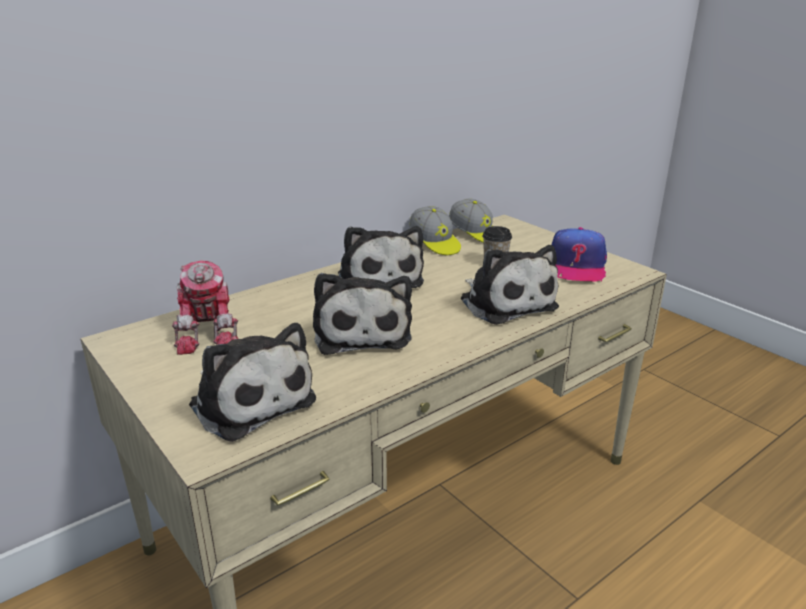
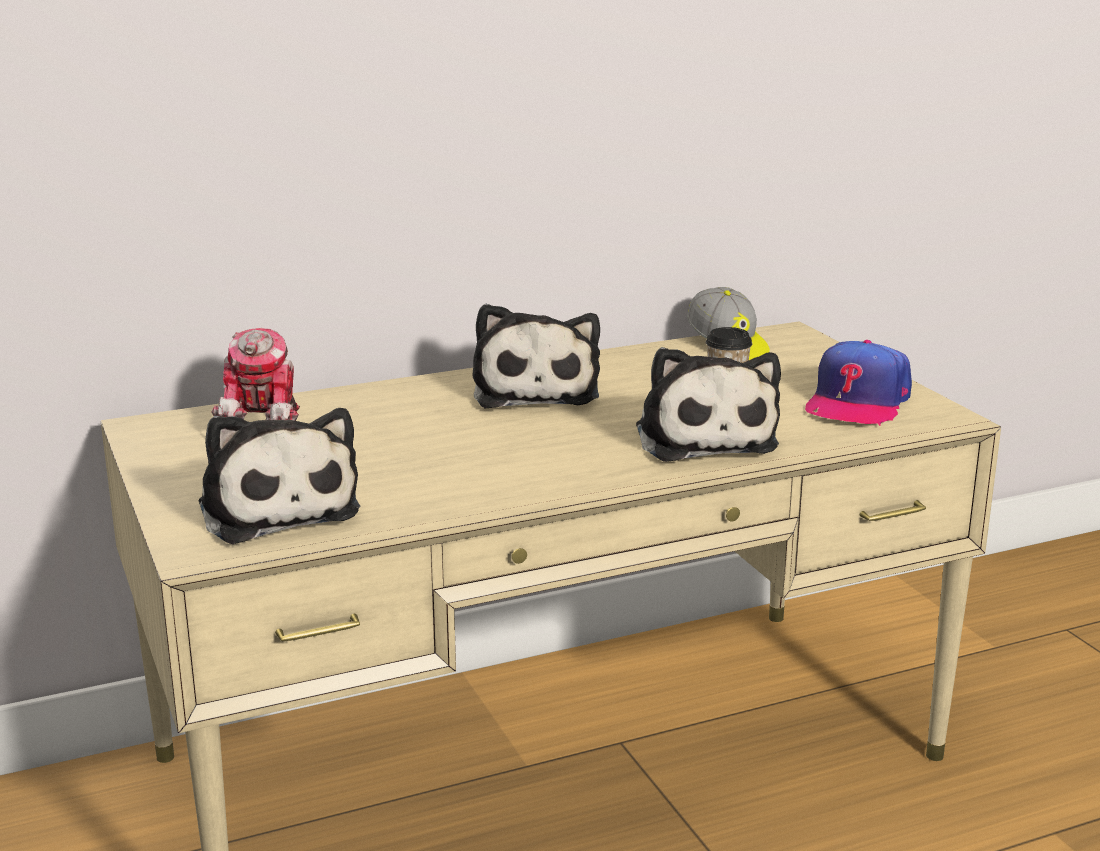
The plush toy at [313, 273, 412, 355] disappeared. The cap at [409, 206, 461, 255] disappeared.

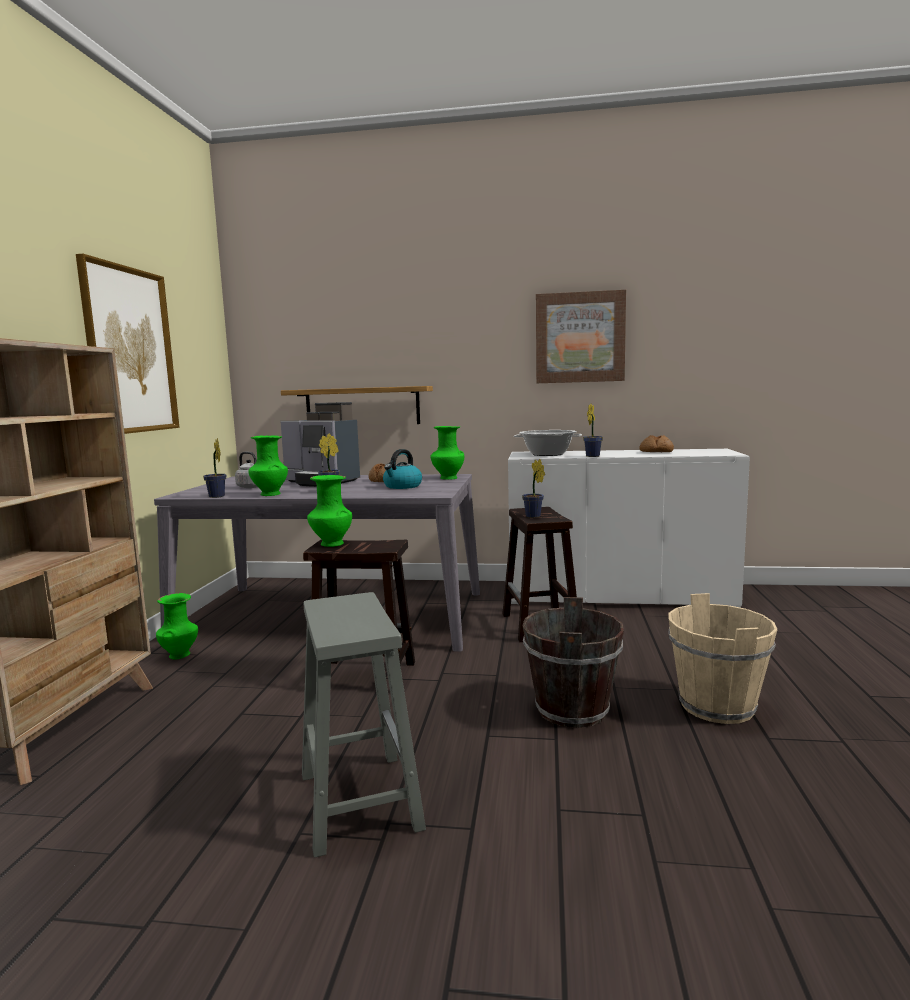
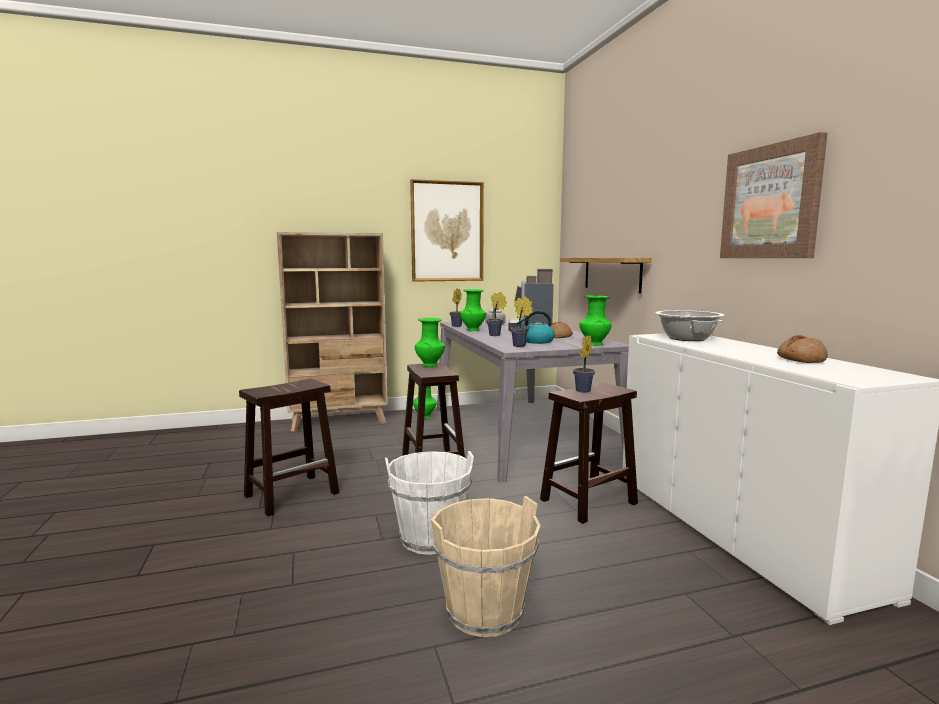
The potted plant moved from [583, 403, 603, 457] to [510, 296, 533, 347]. The grey stool at [302, 592, 426, 858] became the brown stool at [239, 379, 339, 516]. The brown bucket at [523, 597, 624, 728] became the white bucket at [385, 451, 474, 555].

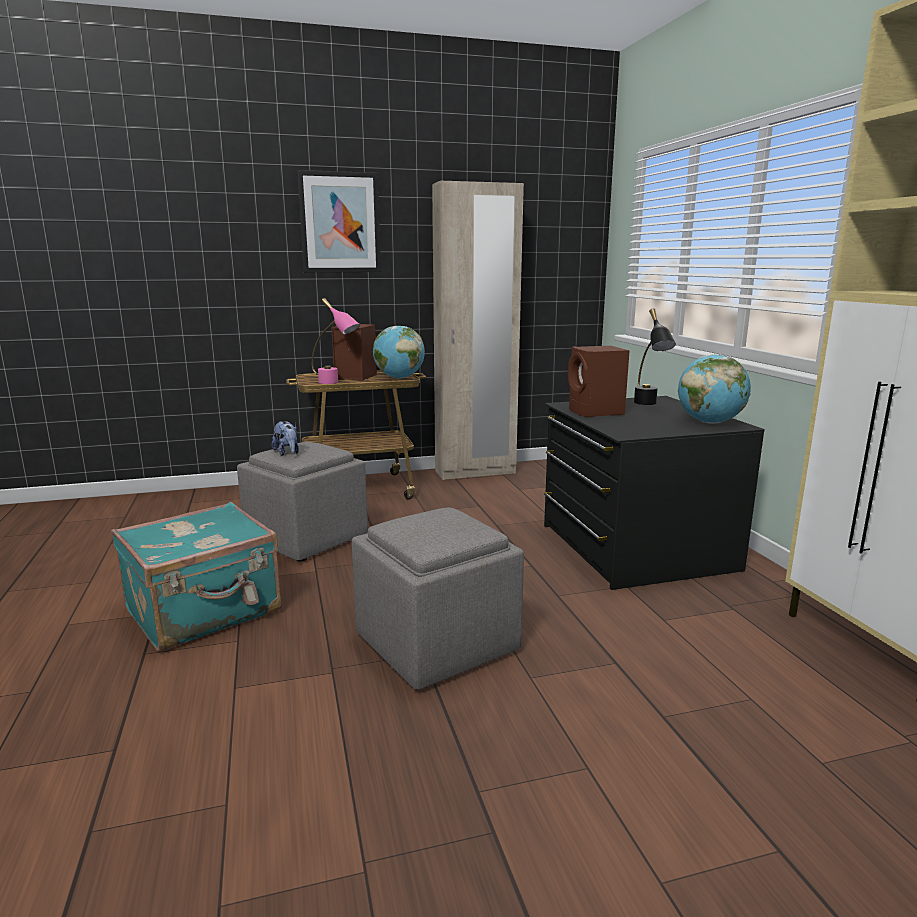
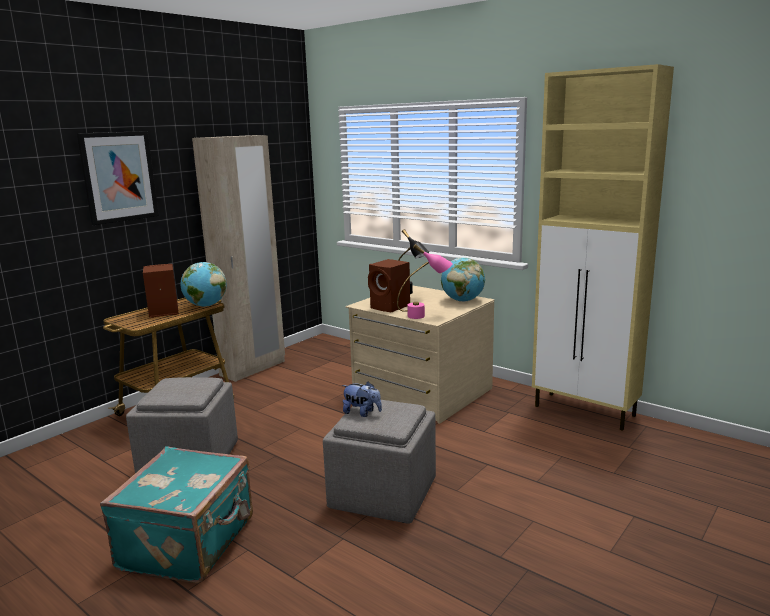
The plush toy moved from [272, 421, 299, 456] to [342, 382, 382, 417]. The pink table lamp moved from [312, 298, 360, 384] to [397, 244, 453, 319]. The black dresser at [544, 396, 765, 590] became the beige dresser at [346, 285, 495, 424].

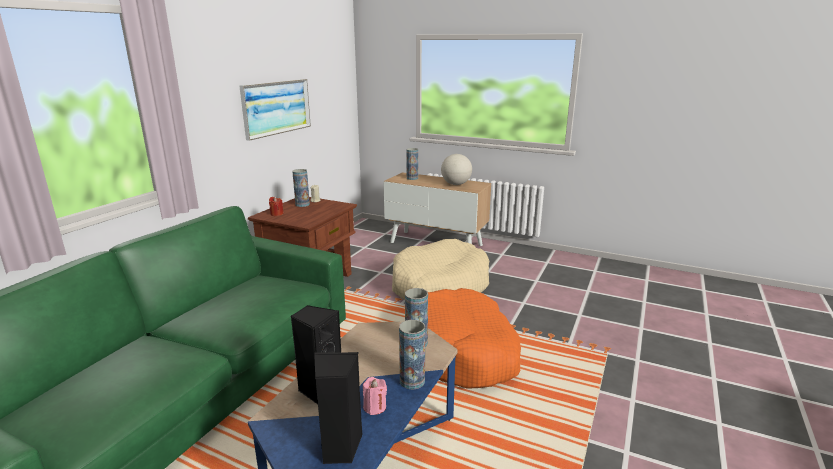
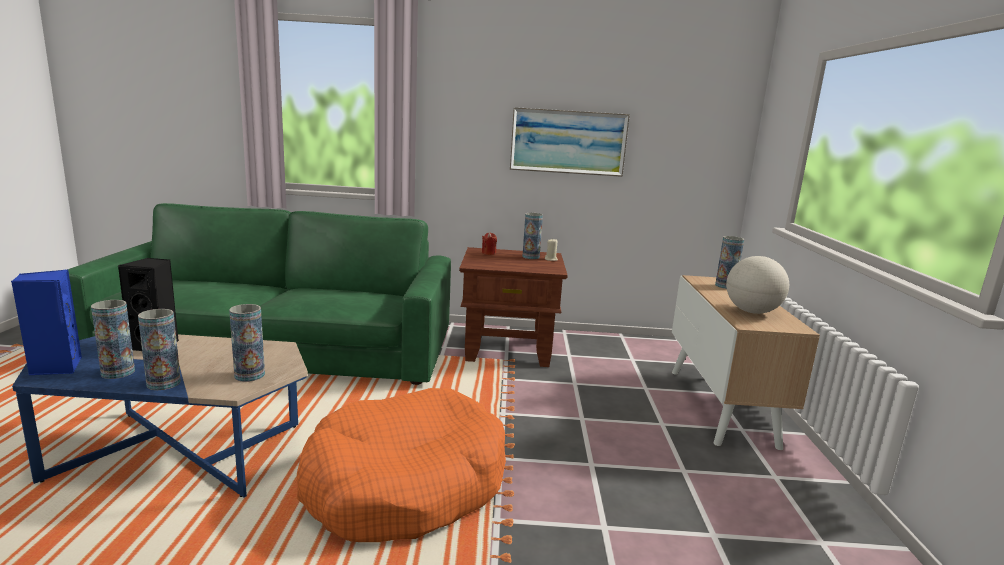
The beige dog bed at [392, 239, 489, 300] disappeared. The pink candle at [363, 377, 387, 415] was replaced by the vase at [91, 300, 135, 379]. The black speaker at [314, 352, 363, 464] became the blue speaker at [11, 270, 82, 375].

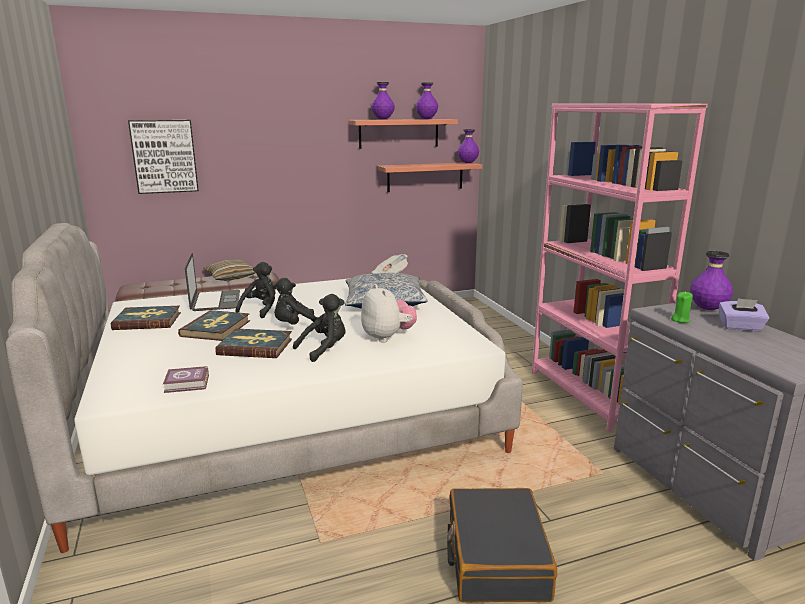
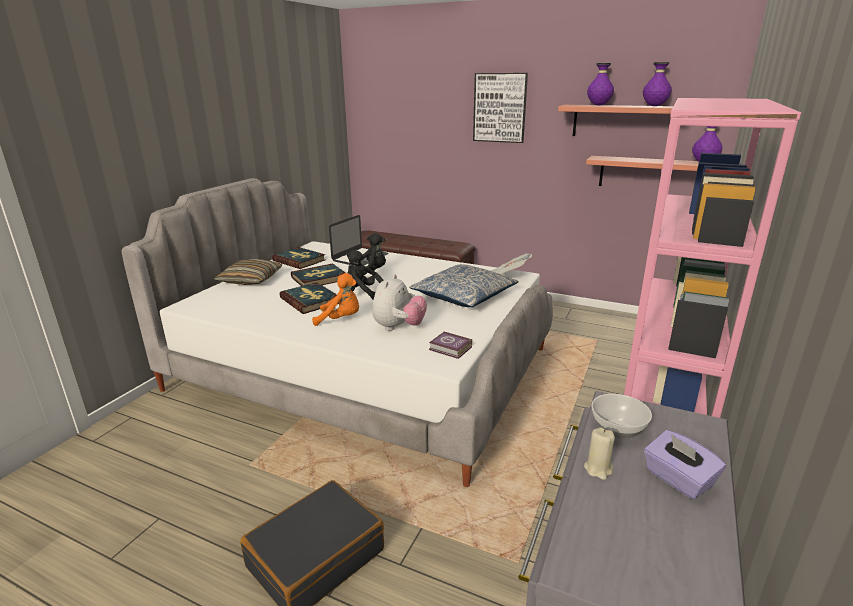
The purple vase at [690, 251, 733, 310] disappeared. The beige candle at [584, 427, 615, 480] appeared. The picture moved from [128, 120, 199, 194] to [473, 73, 528, 143]. The book moved from [163, 366, 209, 393] to [429, 331, 472, 359]. The pillow moved from [203, 260, 256, 280] to [214, 259, 283, 285]. The green candle at [671, 291, 693, 323] was replaced by the bowl at [591, 394, 652, 439]. The black plush toy at [293, 294, 346, 362] became the orange plush toy at [312, 273, 359, 326].

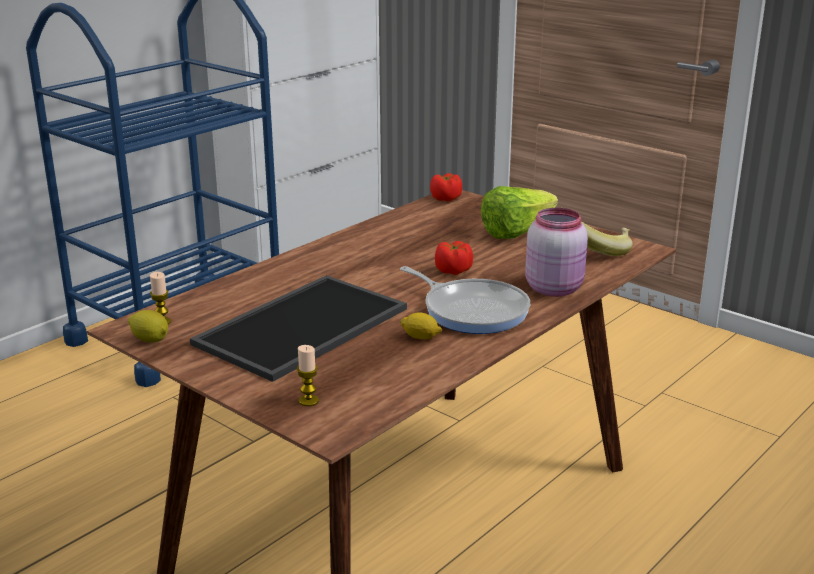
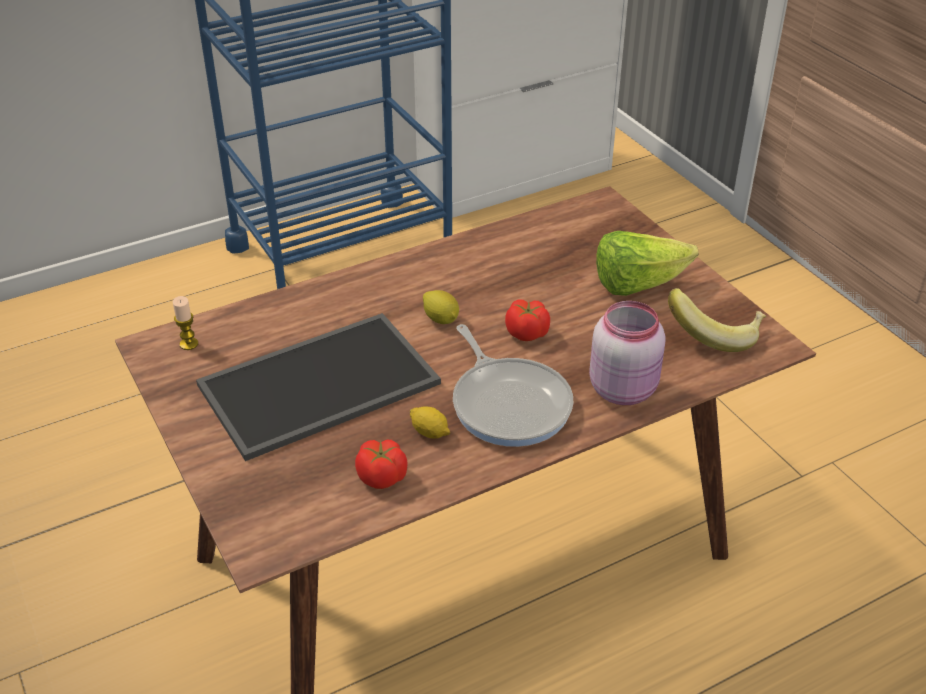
The candle at [297, 345, 319, 406] disappeared. The lemon moved from [128, 310, 168, 343] to [423, 290, 459, 324]. The tomato moved from [430, 173, 462, 201] to [355, 440, 407, 489].

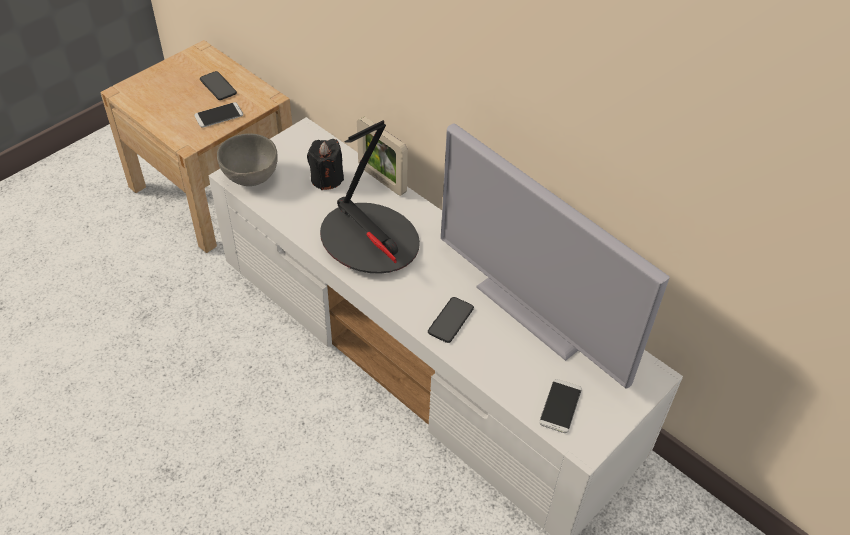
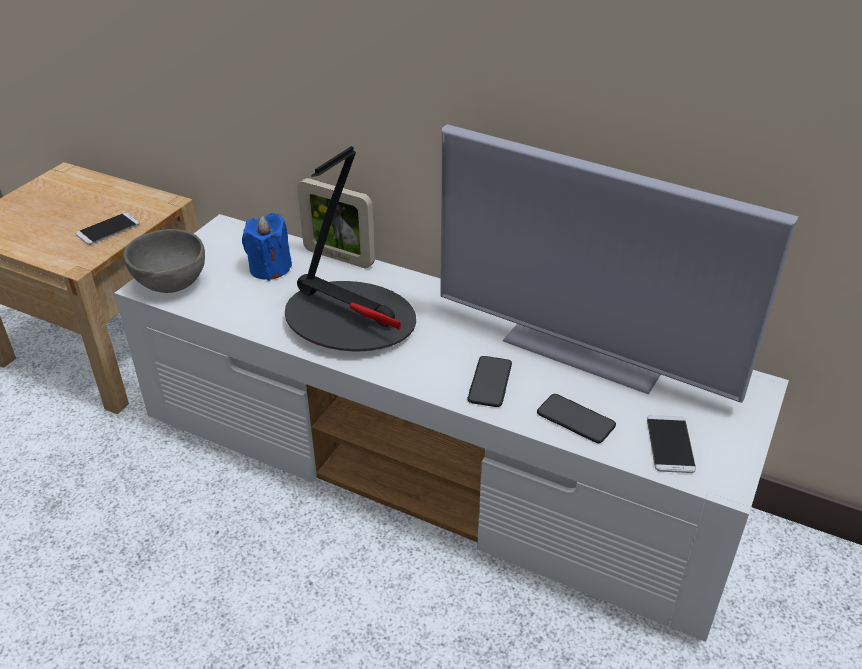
The phone moved from [200, 71, 237, 100] to [537, 394, 616, 443]. The black candle at [307, 139, 344, 190] became the blue candle at [242, 213, 292, 281].

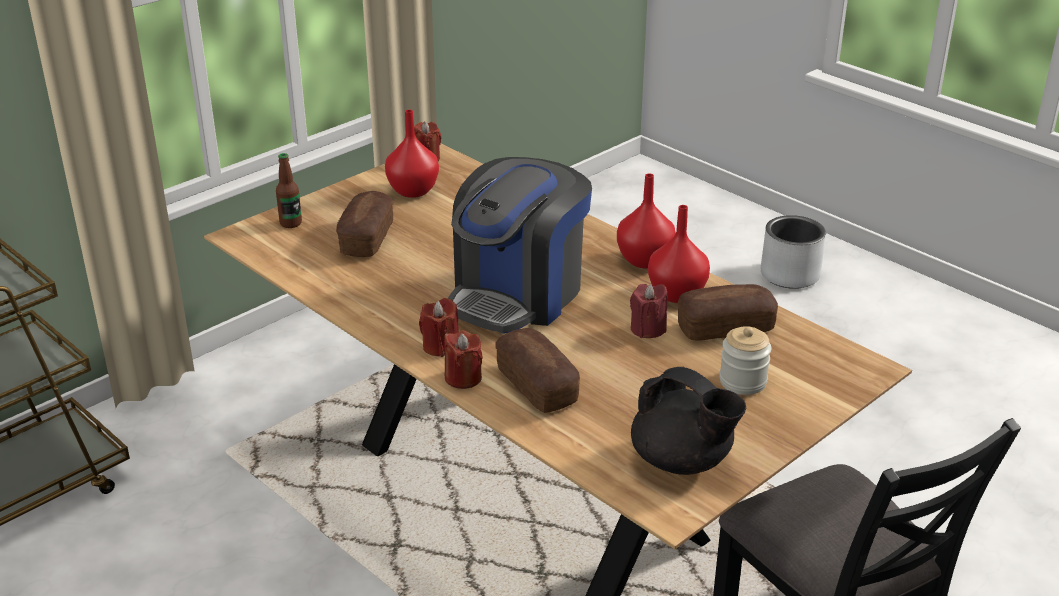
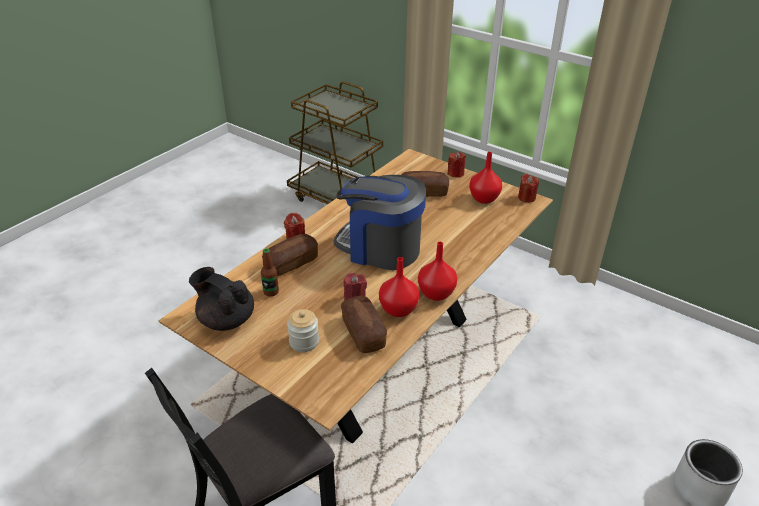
The bottle moved from [276, 153, 302, 228] to [261, 248, 279, 297]. The red candle moved from [419, 298, 458, 357] to [447, 151, 466, 178]. The black teapot at [631, 367, 746, 475] turned 90 degrees clockwise.

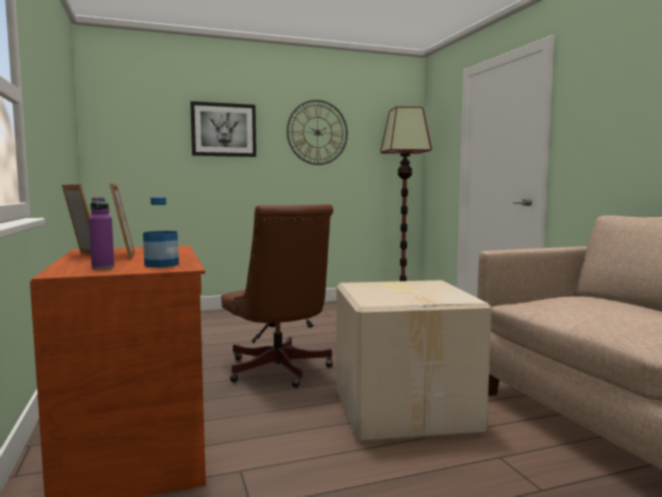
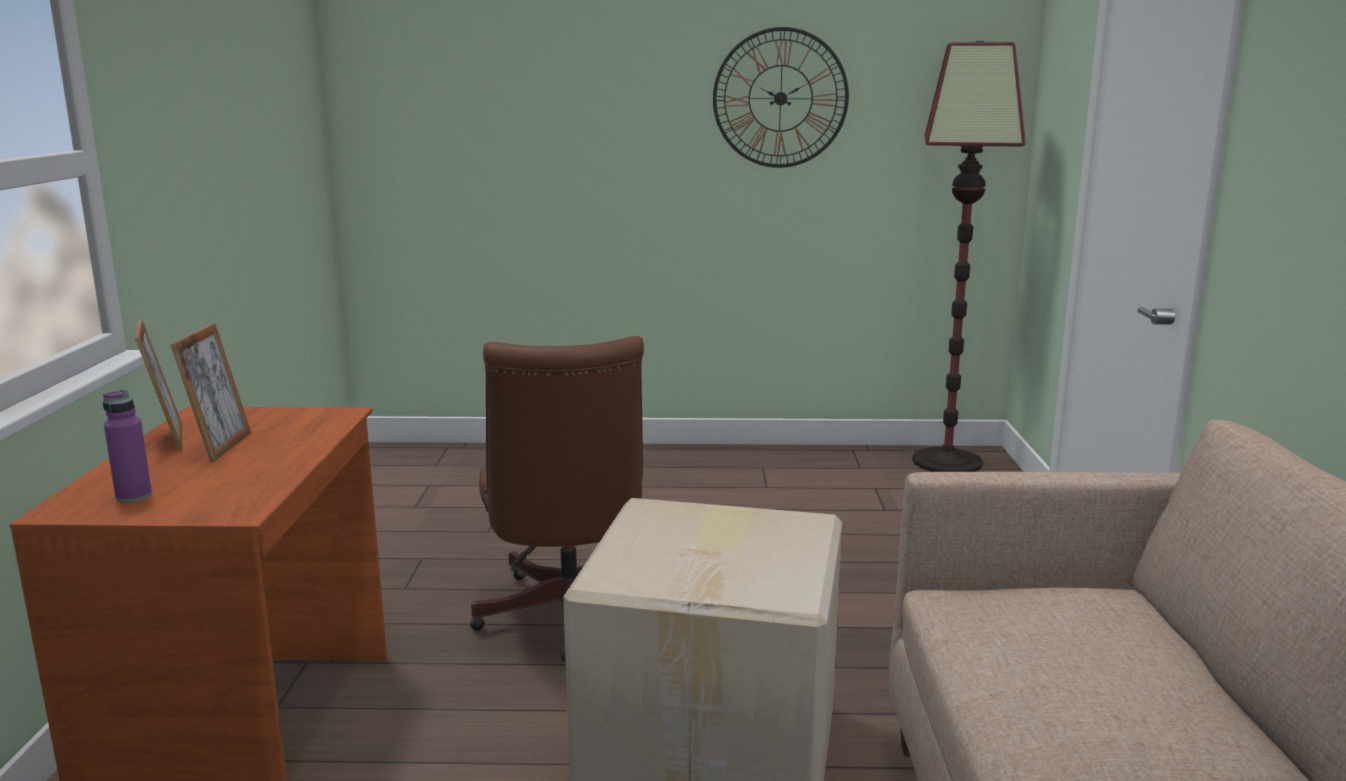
The bottle at [143, 197, 179, 267] disappeared. The picture at [190, 101, 256, 157] disappeared.

